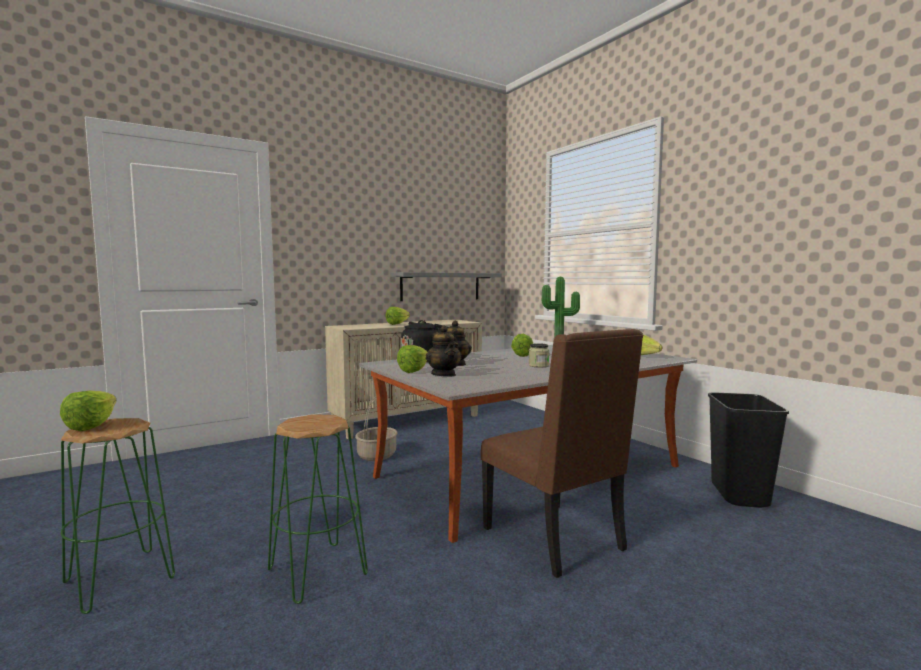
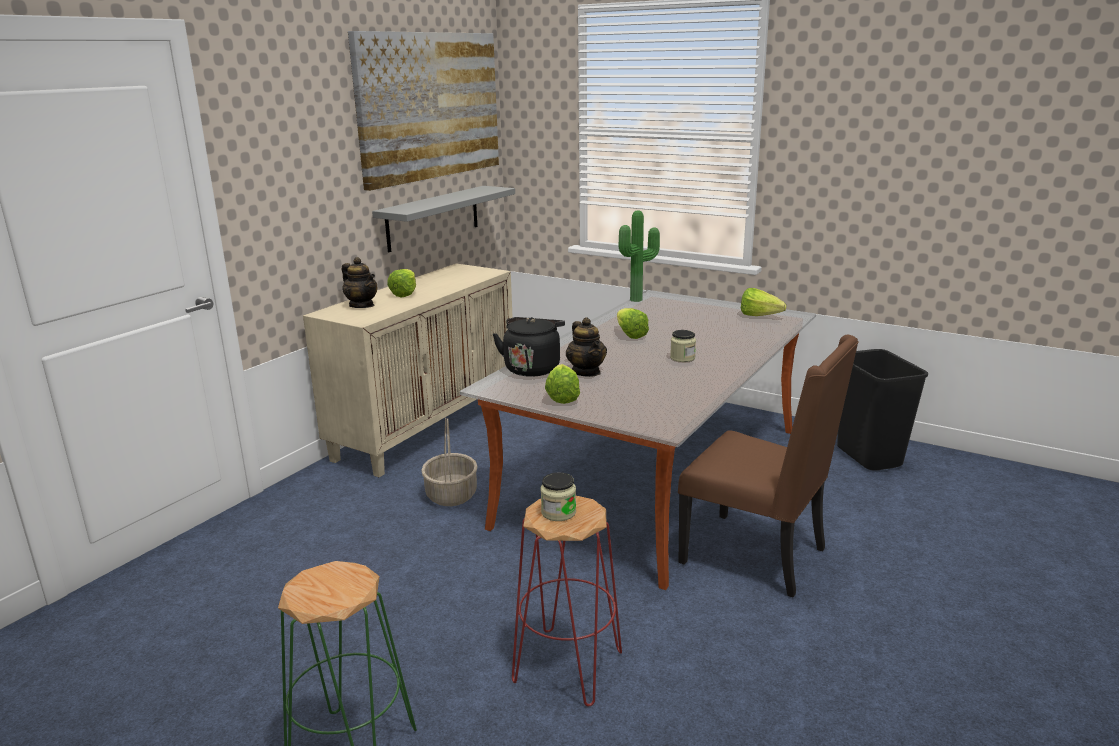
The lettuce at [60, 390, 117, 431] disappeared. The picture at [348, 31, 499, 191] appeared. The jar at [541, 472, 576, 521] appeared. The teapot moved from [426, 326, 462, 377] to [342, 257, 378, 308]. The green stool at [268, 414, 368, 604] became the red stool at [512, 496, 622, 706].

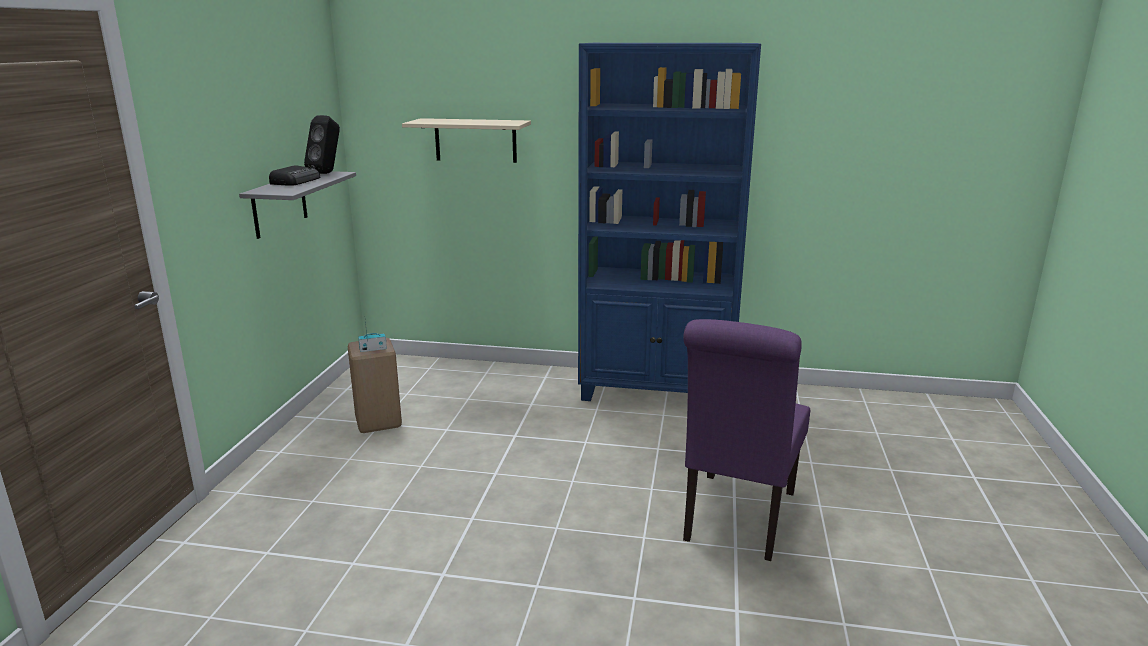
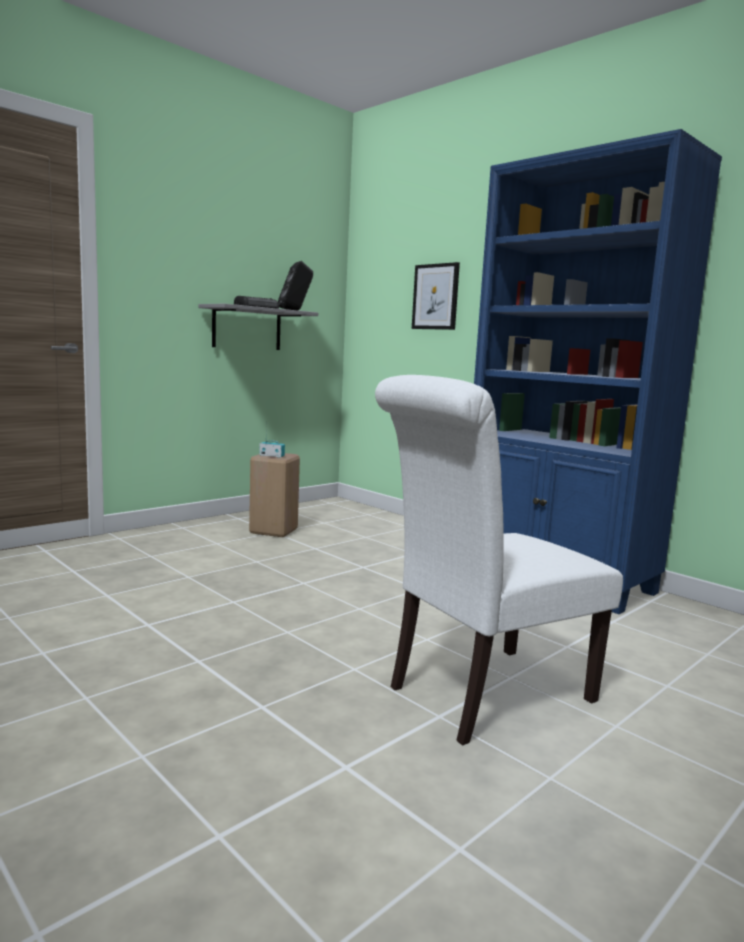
The beige shelf at [402, 118, 531, 163] was replaced by the picture at [412, 262, 460, 330]. The purple chair at [683, 319, 810, 561] became the white chair at [375, 375, 623, 746].

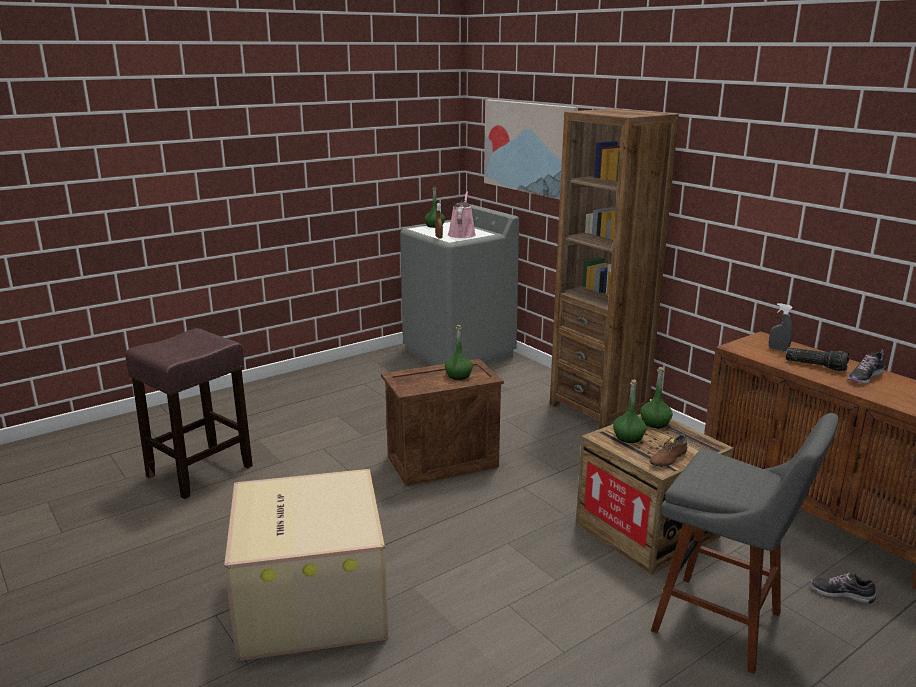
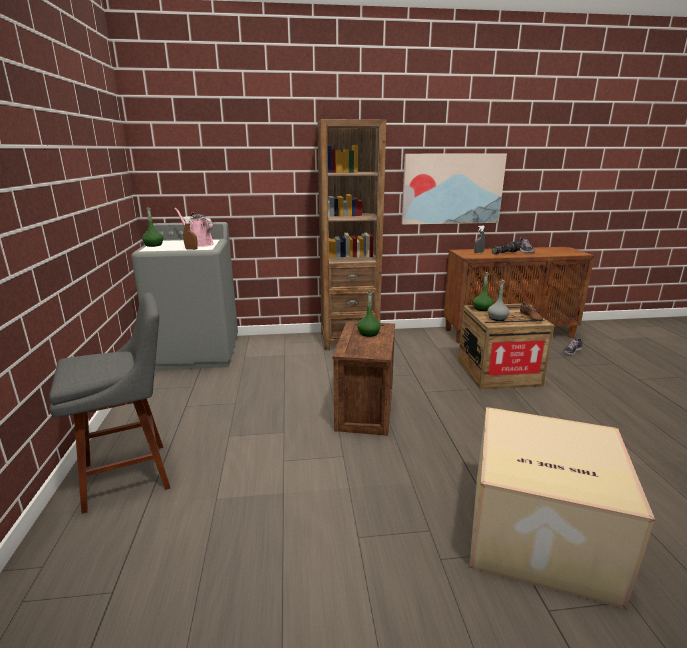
The brown stool at [125, 328, 253, 499] disappeared. The picture moved from [484, 100, 578, 199] to [402, 154, 507, 225]. The grey stool moved from [651, 413, 839, 674] to [49, 293, 170, 514]. The green bottle at [613, 380, 647, 443] became the grey bottle at [488, 280, 510, 321].

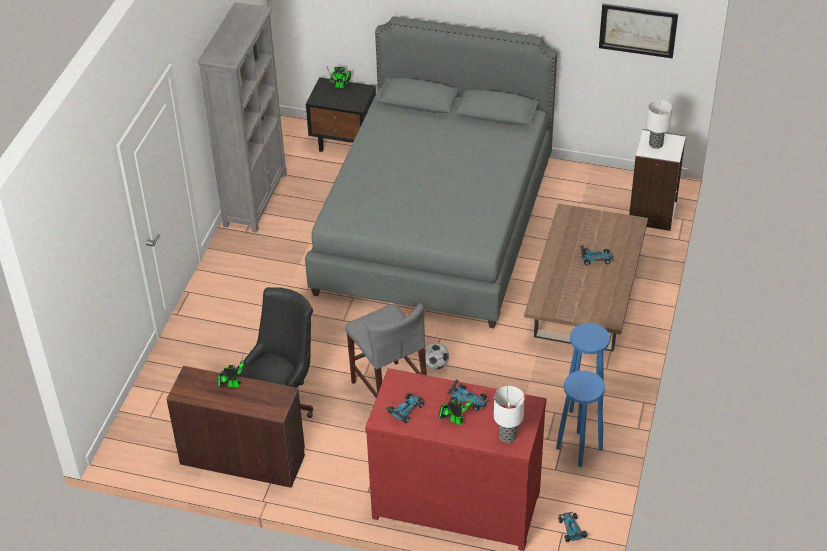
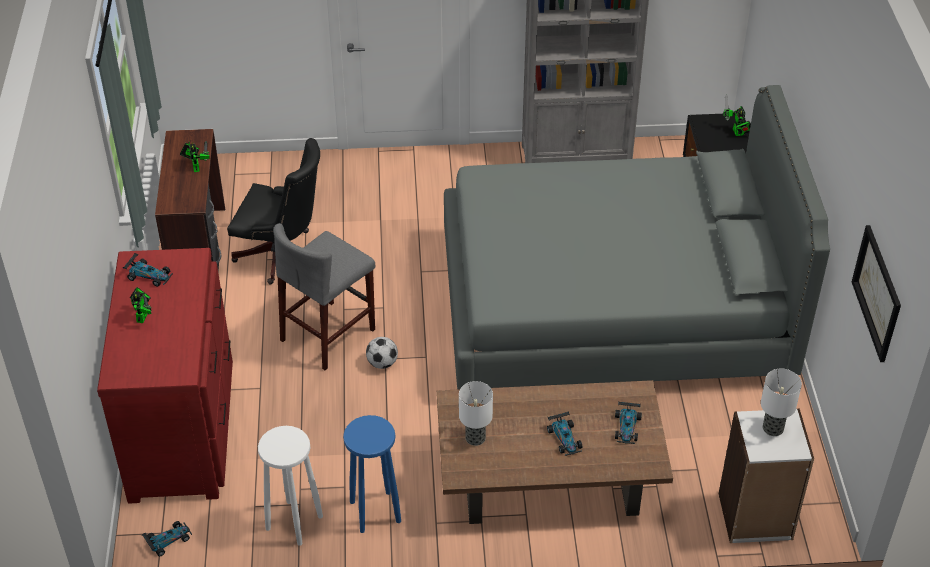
The toy car moved from [447, 379, 489, 411] to [615, 402, 642, 444]. The table lamp moved from [494, 386, 525, 443] to [459, 381, 493, 446]. The blue stool at [556, 370, 605, 467] became the white stool at [258, 426, 323, 546].

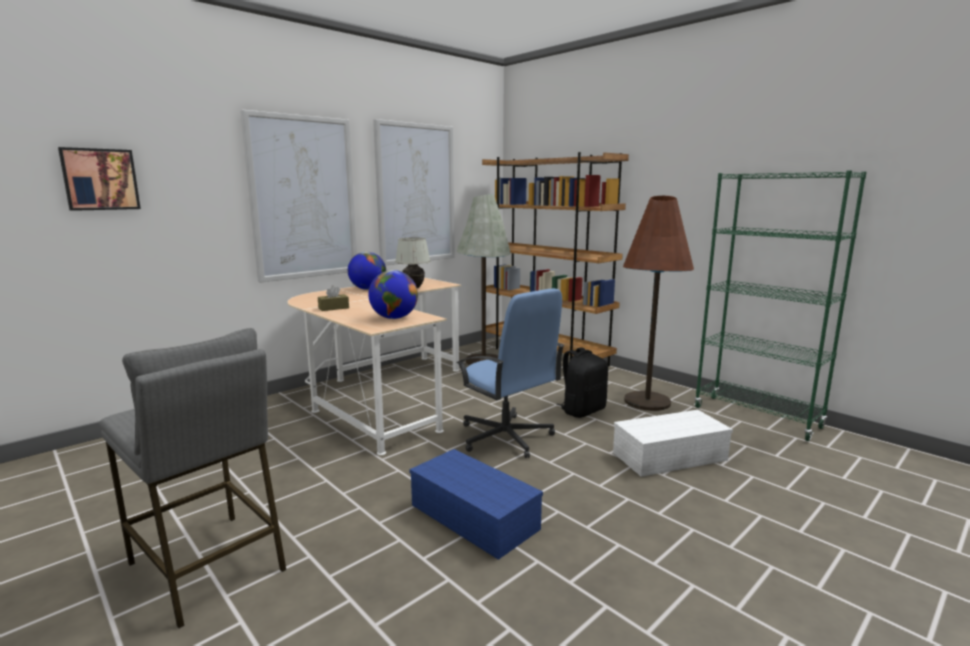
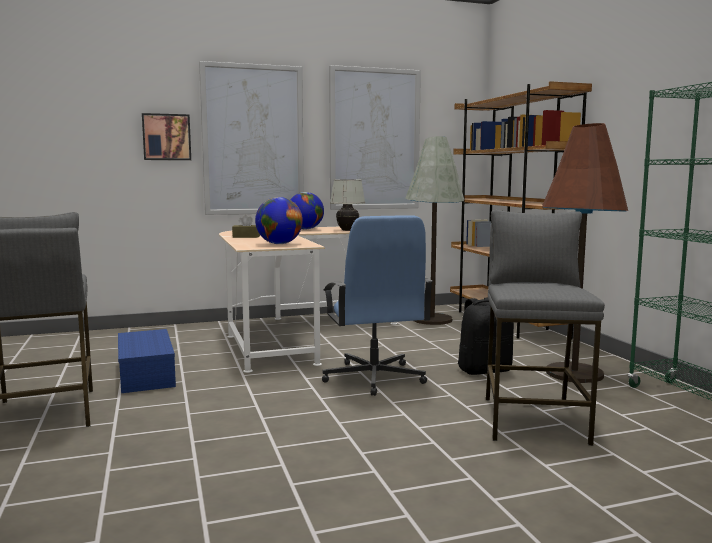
The picture moved from [58, 147, 141, 211] to [142, 113, 191, 160]. The blue storage box moved from [409, 449, 543, 560] to [118, 329, 176, 393]. The white storage box at [613, 410, 733, 477] was replaced by the grey stool at [486, 210, 605, 446].

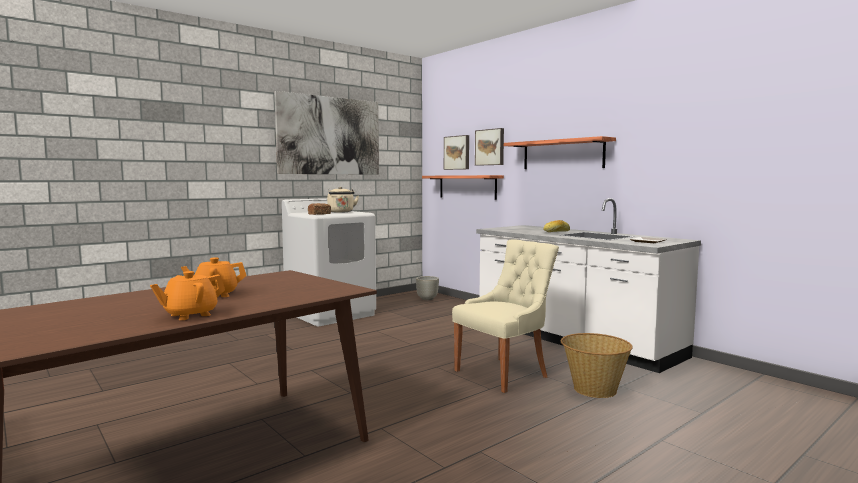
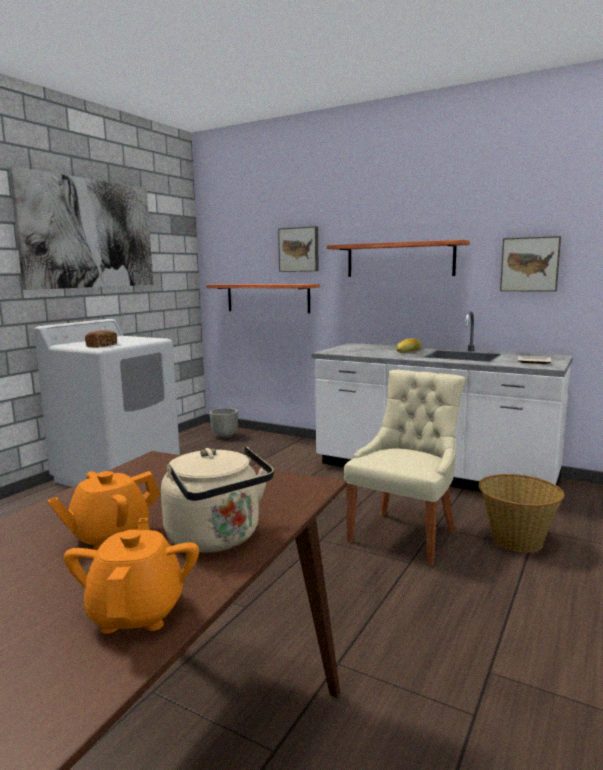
The beige kettle moved from [327, 187, 359, 213] to [161, 446, 274, 553]. The picture moved from [444, 135, 469, 170] to [500, 236, 561, 292]. The orange teapot at [150, 271, 225, 320] turned 150 degrees clockwise.

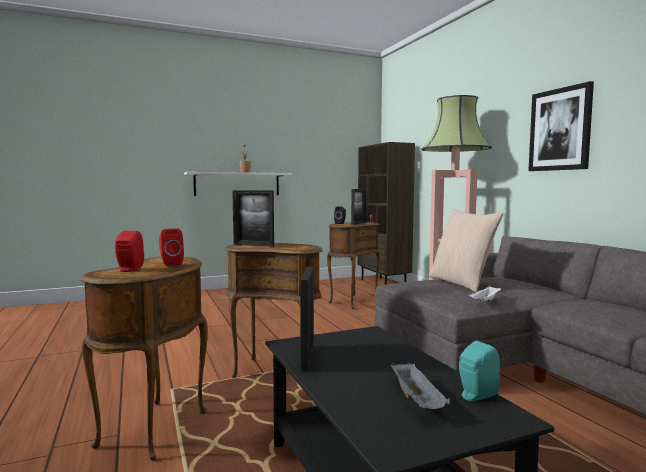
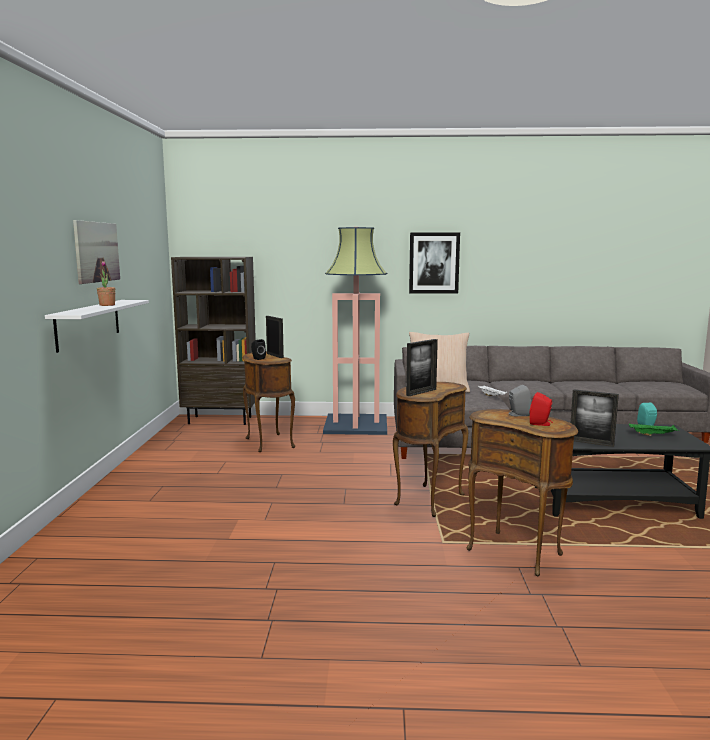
The picture at [73, 220, 120, 284] appeared. The red speaker at [159, 228, 184, 266] became the grey speaker at [509, 385, 531, 416]. The grey tray at [391, 362, 450, 409] became the green tray at [629, 423, 680, 436].

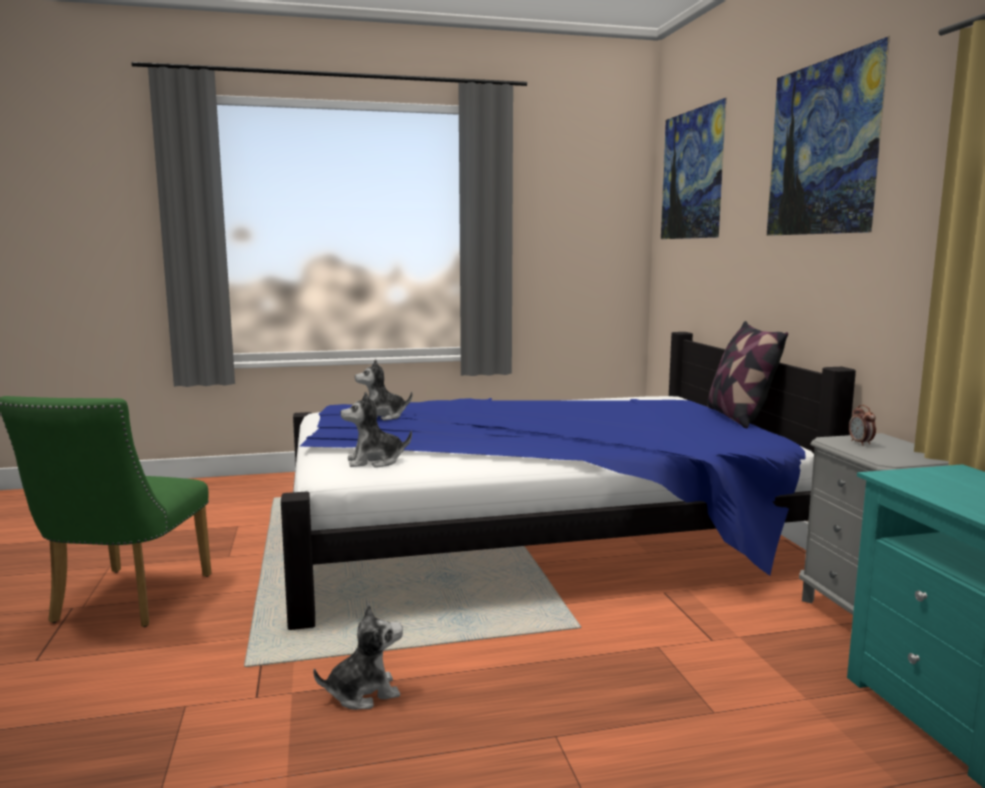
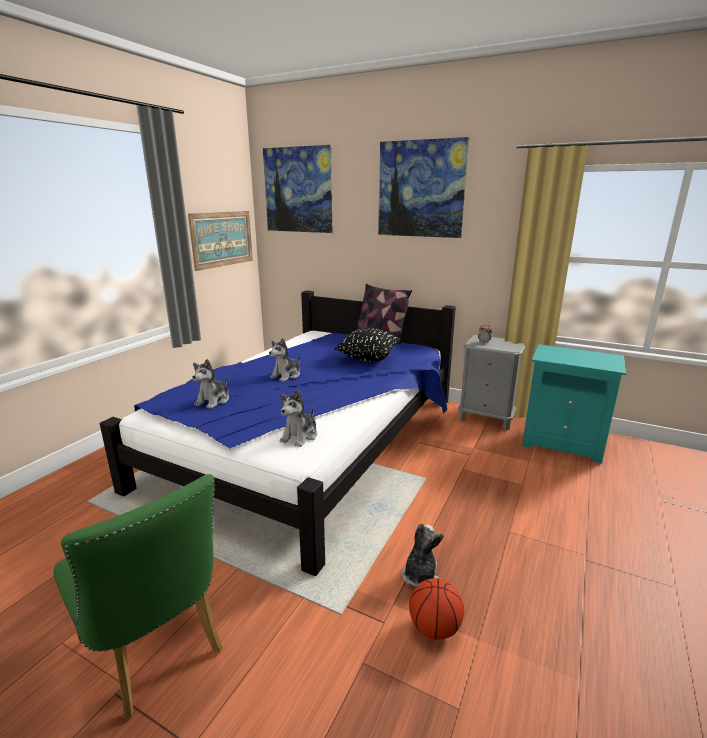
The picture at [188, 211, 253, 271] appeared. The plush toy at [269, 338, 300, 382] appeared. The black pillow at [334, 328, 401, 362] appeared. The basketball at [409, 578, 464, 640] appeared.

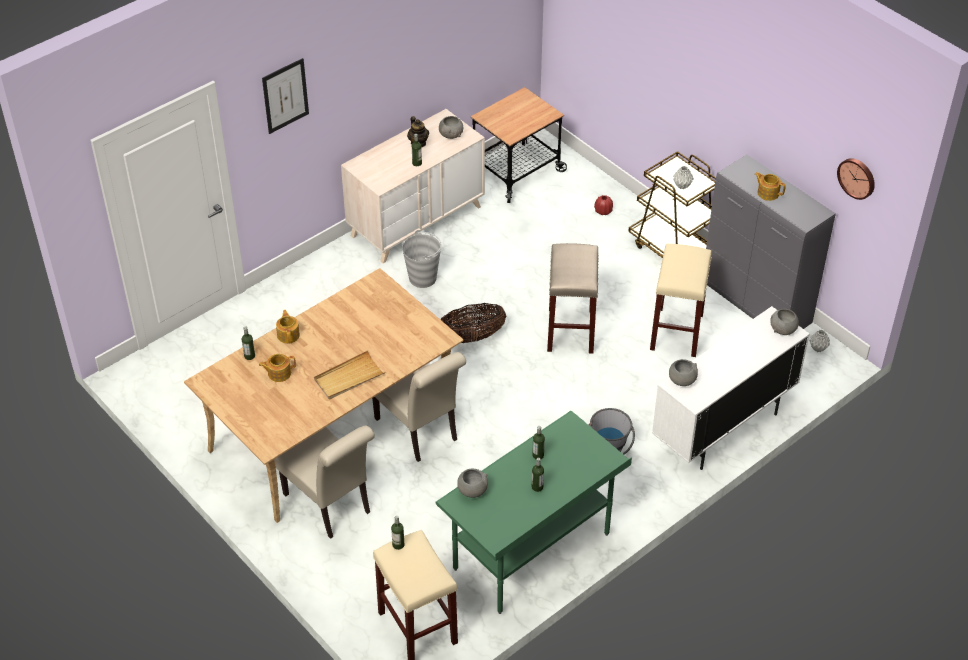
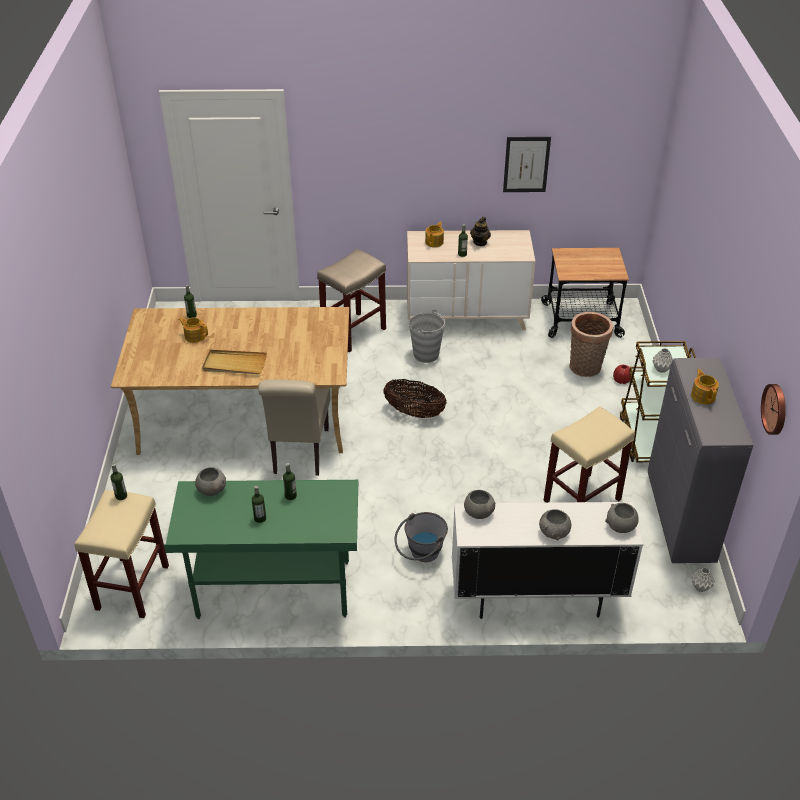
The beige chair at [274, 426, 375, 539] disappeared. The basket at [569, 312, 613, 377] appeared. The picture moved from [262, 58, 309, 134] to [503, 137, 551, 192]. The teapot moved from [276, 310, 300, 344] to [425, 222, 444, 247]. The grey bowl moved from [439, 116, 463, 139] to [539, 509, 571, 540]. The beige stool moved from [547, 243, 599, 353] to [317, 249, 386, 353].

